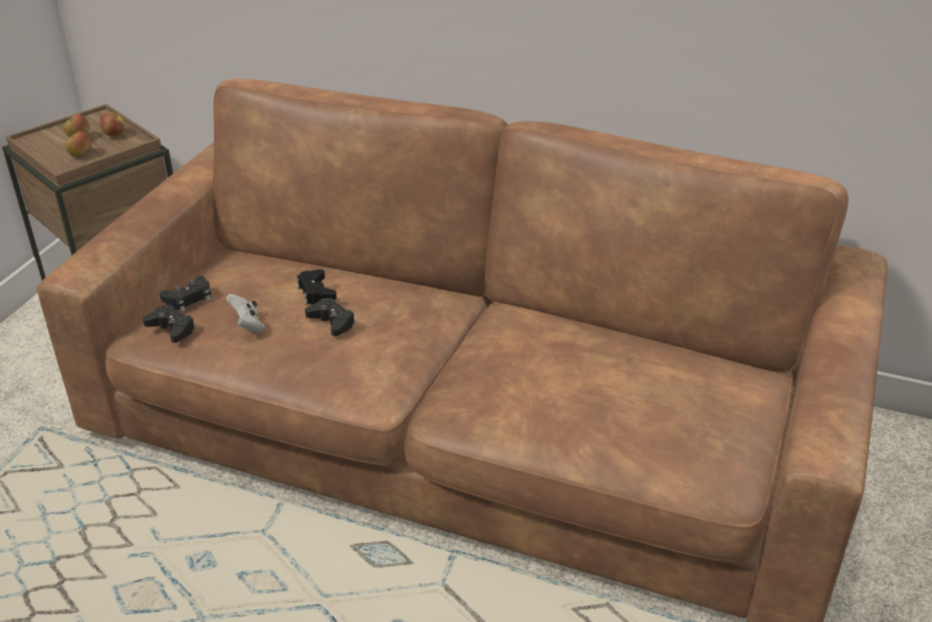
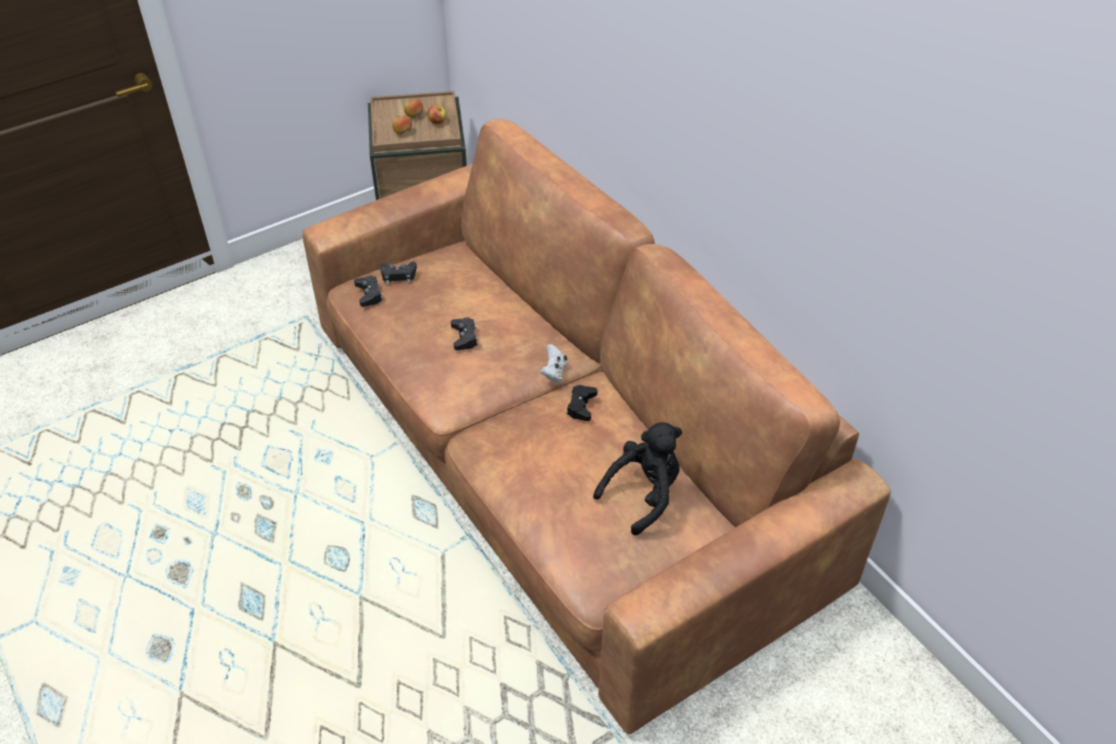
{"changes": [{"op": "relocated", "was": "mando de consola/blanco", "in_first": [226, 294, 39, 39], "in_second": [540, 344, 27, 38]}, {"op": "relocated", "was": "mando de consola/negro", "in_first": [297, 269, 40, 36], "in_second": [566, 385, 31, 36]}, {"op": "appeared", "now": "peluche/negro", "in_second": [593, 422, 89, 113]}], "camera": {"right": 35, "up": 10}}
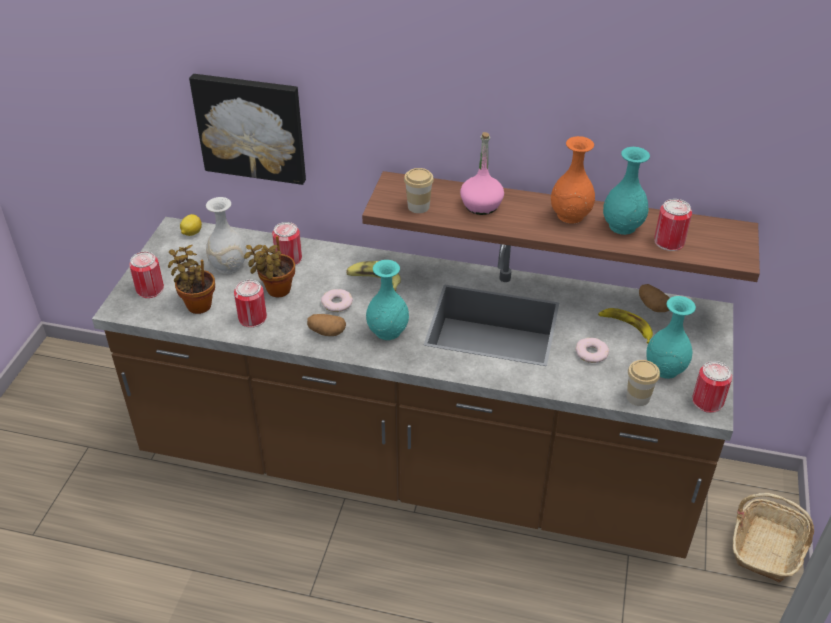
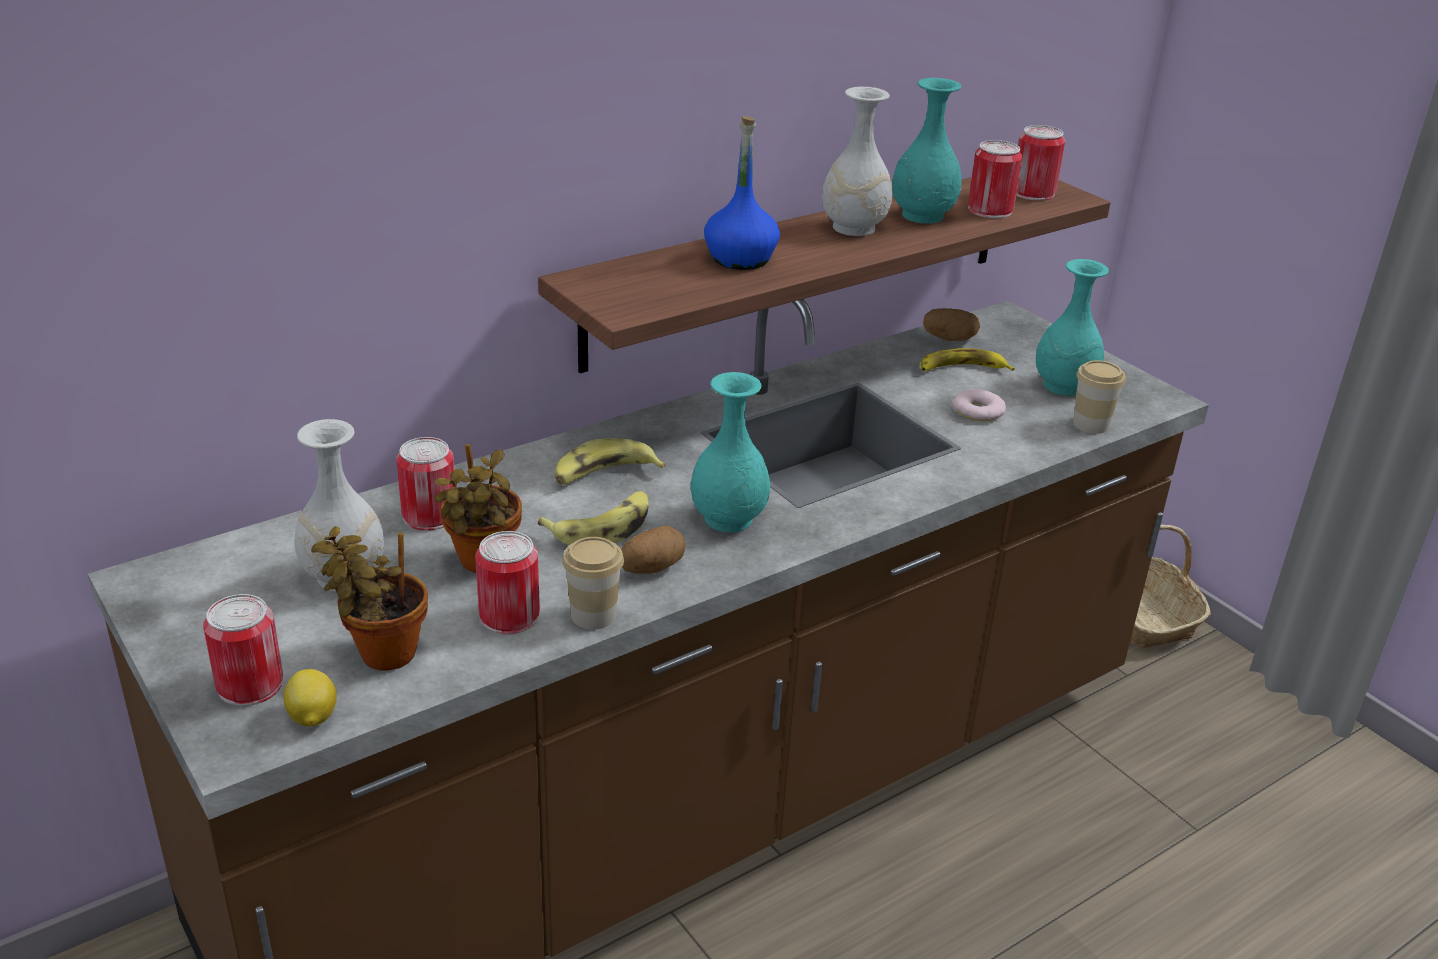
{"changes": [{"op": "relocated", "was": "limón", "in_first": [180, 214, 22, 22], "in_second": [284, 669, 53, 58]}, {"op": "exchanged", "was": "rosquilla", "now": "plátano", "in_first": [321, 289, 32, 23], "in_second": [538, 491, 111, 54]}, {"op": "relocated", "was": "taza", "in_first": [404, 168, 30, 45], "in_second": [562, 537, 62, 92]}, {"op": "colour", "was": "botella/rosa", "now": "botella/azul", "in_first": [460, 132, 44, 83], "in_second": [704, 116, 76, 154]}, {"op": "colour", "was": "florero/naranja", "now": "florero/blanco", "in_first": [551, 136, 44, 88], "in_second": [822, 87, 71, 149]}, {"op": "relocated", "was": "lata", "in_first": [693, 361, 39, 52], "in_second": [1016, 125, 49, 76]}, {"op": "missing", "was": "cuadro", "in_first": [189, 74, 117, 111]}], "camera": {"right": -50, "up": -10}}
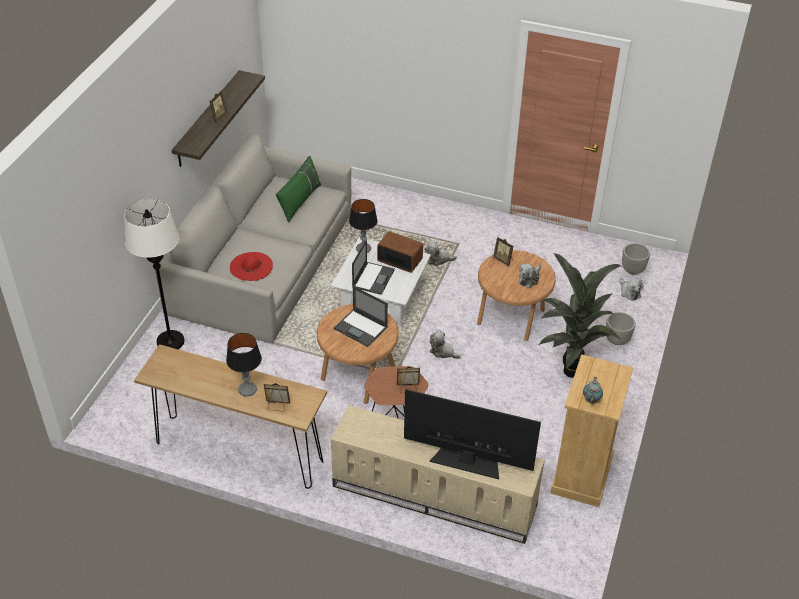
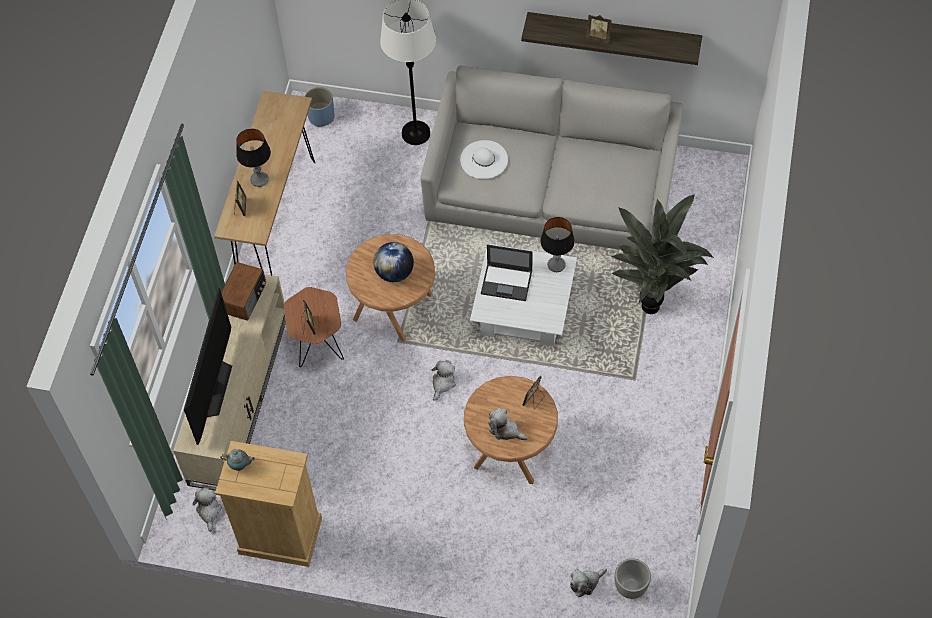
{"changes": [{"op": "relocated", "was": "peluche", "in_first": [425, 242, 32, 24], "in_second": [192, 487, 30, 45]}, {"op": "relocated", "was": "radio", "in_first": [377, 231, 46, 42], "in_second": [221, 262, 45, 59]}, {"op": "appeared", "now": "maceta/azul", "in_second": [305, 87, 29, 40]}, {"op": "exchanged", "was": "portátil", "now": "globo terráqueo", "in_first": [334, 286, 54, 61], "in_second": [373, 242, 41, 40]}, {"op": "colour", "was": "sombrero/rojo", "now": "sombrero/blanco", "in_first": [230, 252, 43, 29], "in_second": [460, 140, 48, 39]}, {"op": "relocated", "was": "planta en maceta", "in_first": [539, 253, 84, 125], "in_second": [611, 194, 103, 120]}, {"op": "missing", "was": "cojín/verde", "in_first": [276, 156, 45, 67]}, {"op": "missing", "was": "maceta/gris", "in_first": [606, 312, 29, 33]}], "camera": {"right": 85, "up": 15}}
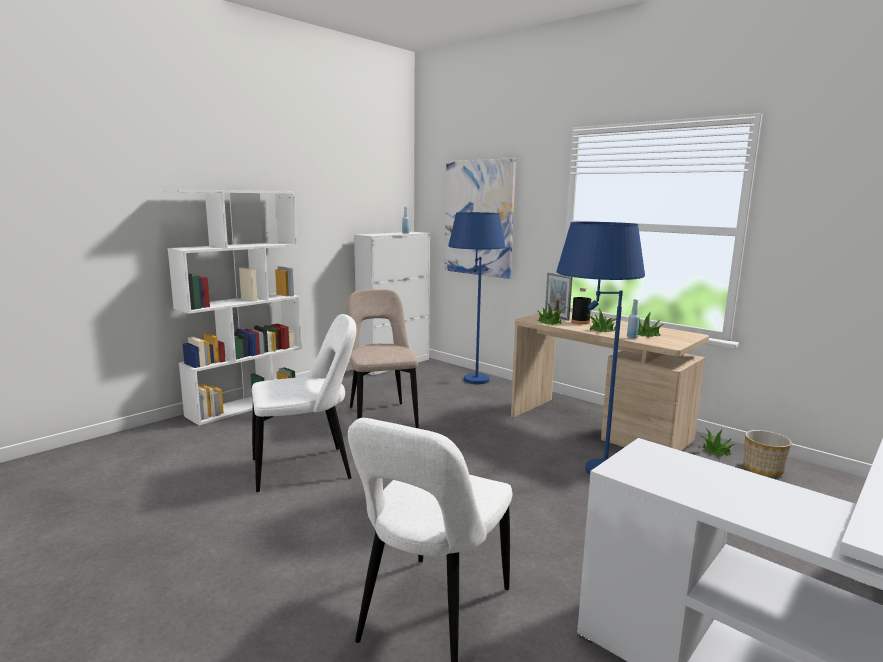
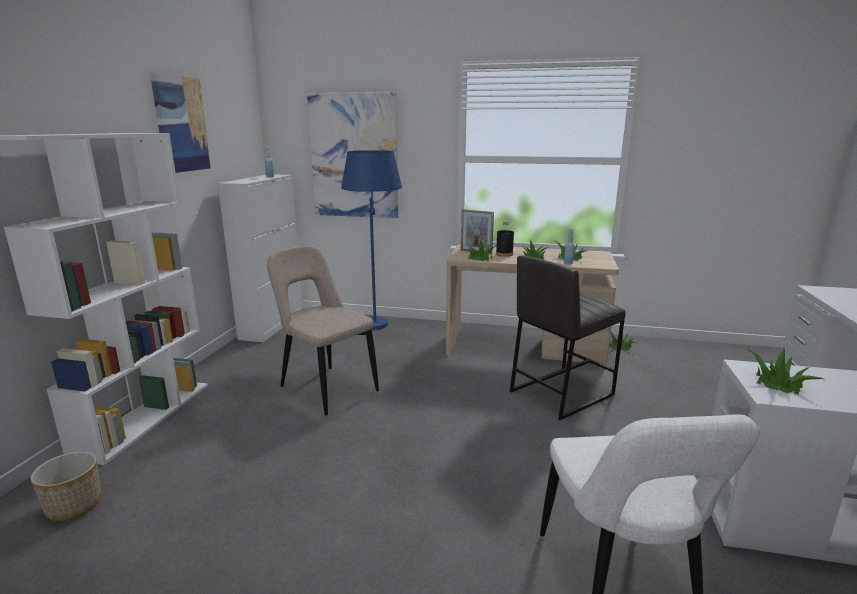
{"changes": [{"op": "relocated", "was": "maceta", "in_first": [743, 430, 49, 47], "in_second": [30, 451, 71, 70]}, {"op": "appeared", "now": "cuadro", "in_second": [150, 72, 61, 101]}, {"op": "exchanged", "was": "lámpara de pie/azul", "now": "taburete/gris", "in_first": [557, 222, 88, 253], "in_second": [510, 255, 116, 165]}, {"op": "appeared", "now": "planta en maceta", "in_second": [744, 347, 80, 47]}, {"op": "missing", "was": "silla/blanco", "in_first": [252, 314, 104, 178]}], "camera": {"right": -30, "up": 5}}
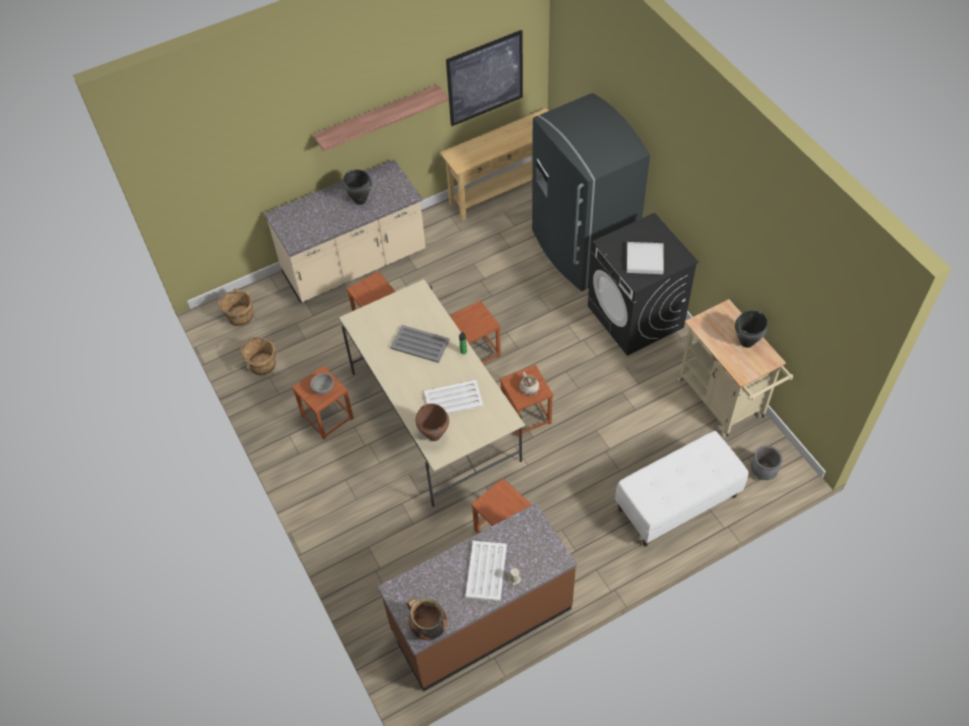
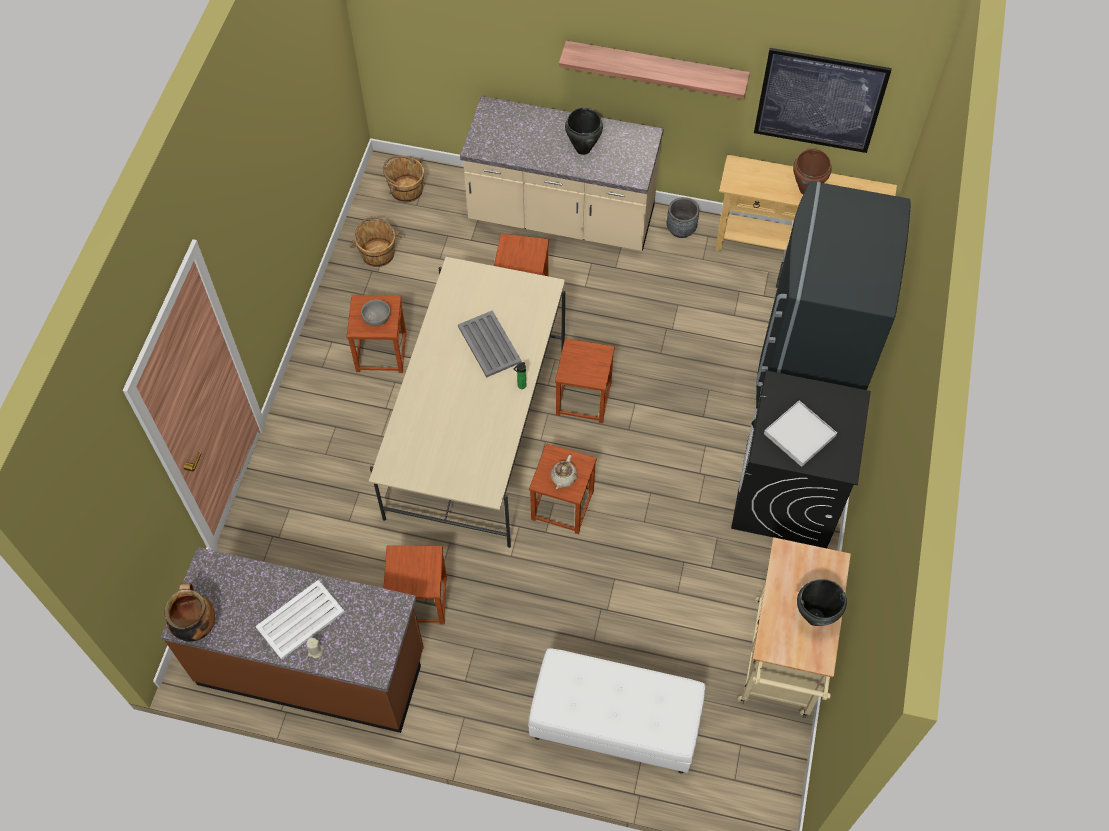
{"changes": [{"op": "relocated", "was": "maceta/gris", "in_first": [751, 446, 31, 34], "in_second": [667, 197, 32, 41]}, {"op": "relocated", "was": "olla/marrón", "in_first": [416, 403, 33, 38], "in_second": [793, 149, 39, 45]}, {"op": "missing", "was": "bandeja/blanco", "in_first": [424, 380, 59, 34]}], "camera": {"right": 40, "up": 5}}
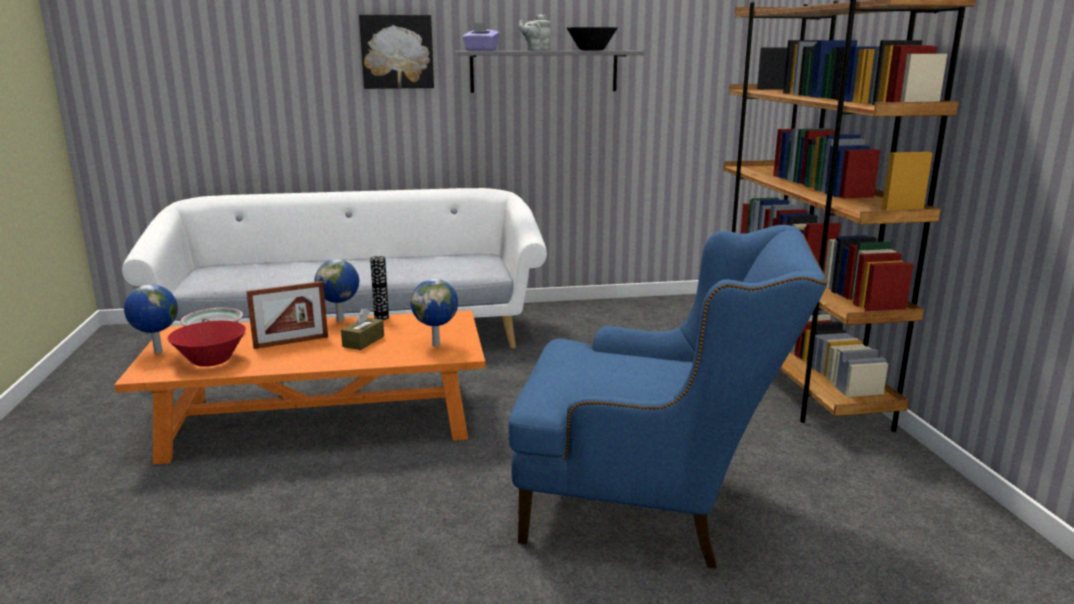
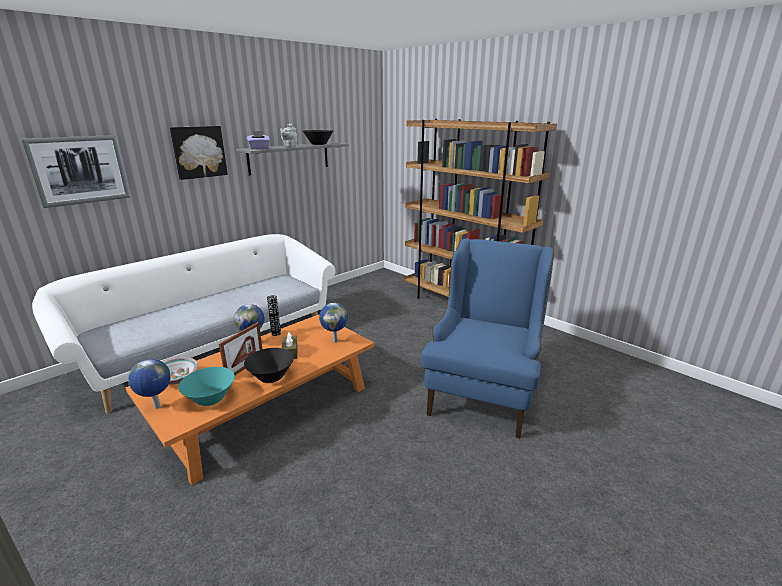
{"changes": [{"op": "appeared", "now": "cuadro", "in_second": [21, 135, 110, 73]}, {"op": "colour", "was": "cuenco/rojo", "now": "cuenco/turquesa", "in_first": [167, 321, 79, 46], "in_second": [178, 367, 57, 39]}, {"op": "appeared", "now": "cuenco/negro", "in_second": [244, 348, 50, 35]}, {"op": "spun", "was": "sillón/azul", "in_first": [508, 225, 320, 343], "in_second": [421, 238, 133, 200], "clockwise": -45}], "camera": {"right": -35, "up": 5}}
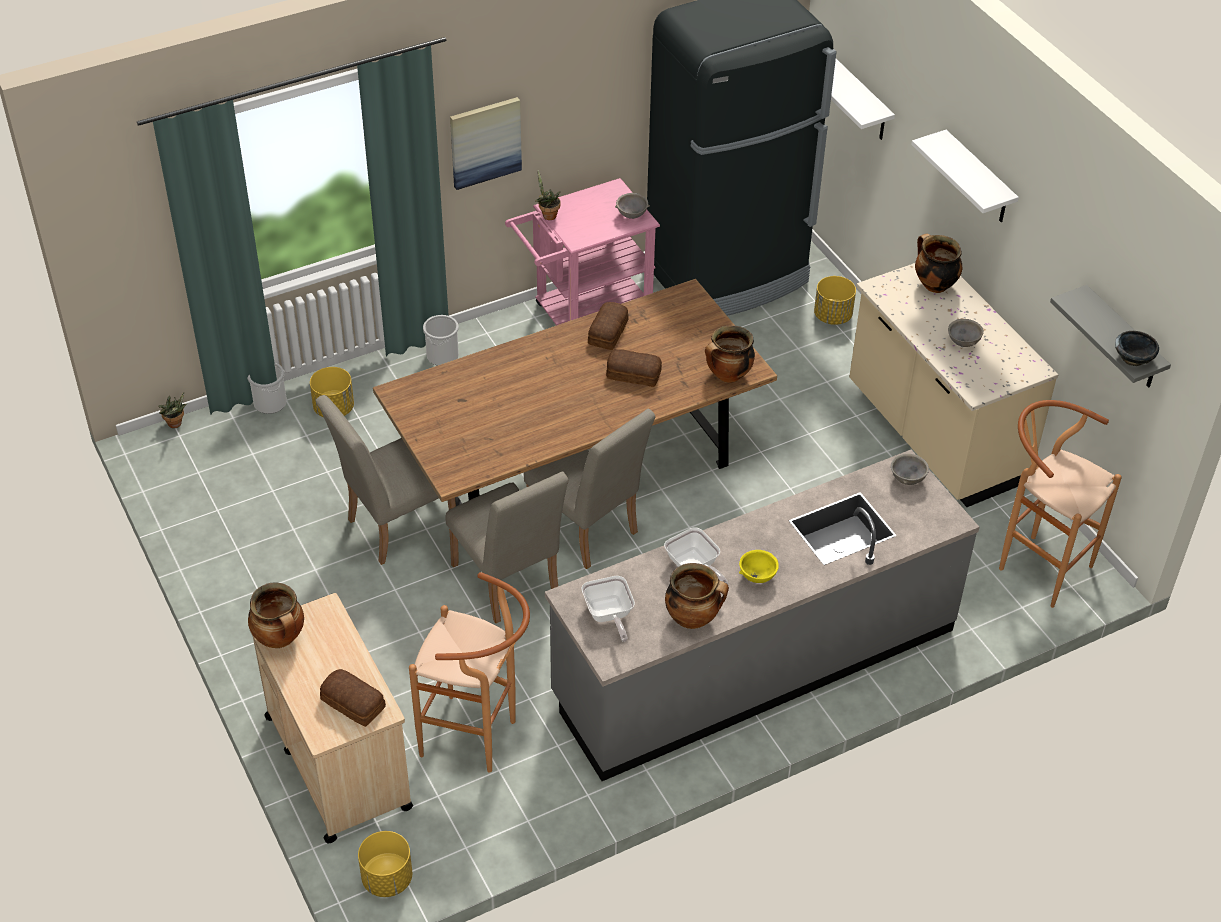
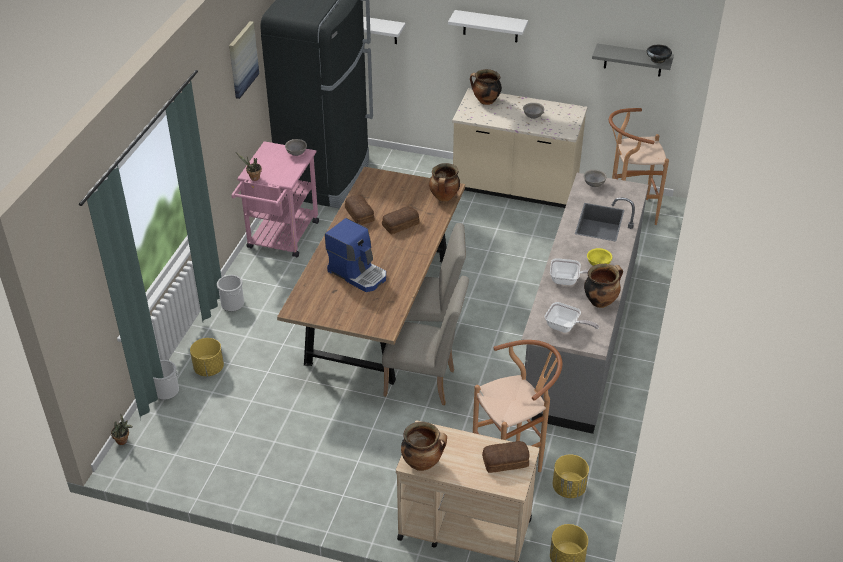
{"changes": [{"op": "relocated", "was": "cuadro", "in_first": [450, 97, 72, 93], "in_second": [229, 21, 30, 78]}, {"op": "appeared", "now": "cafetera", "in_second": [325, 218, 61, 74]}, {"op": "relocated", "was": "maceta/amarillo", "in_first": [814, 276, 42, 49], "in_second": [553, 454, 36, 44]}, {"op": "missing", "was": "silla/beis", "in_first": [315, 395, 141, 170]}], "camera": {"right": -45, "up": -5}}
